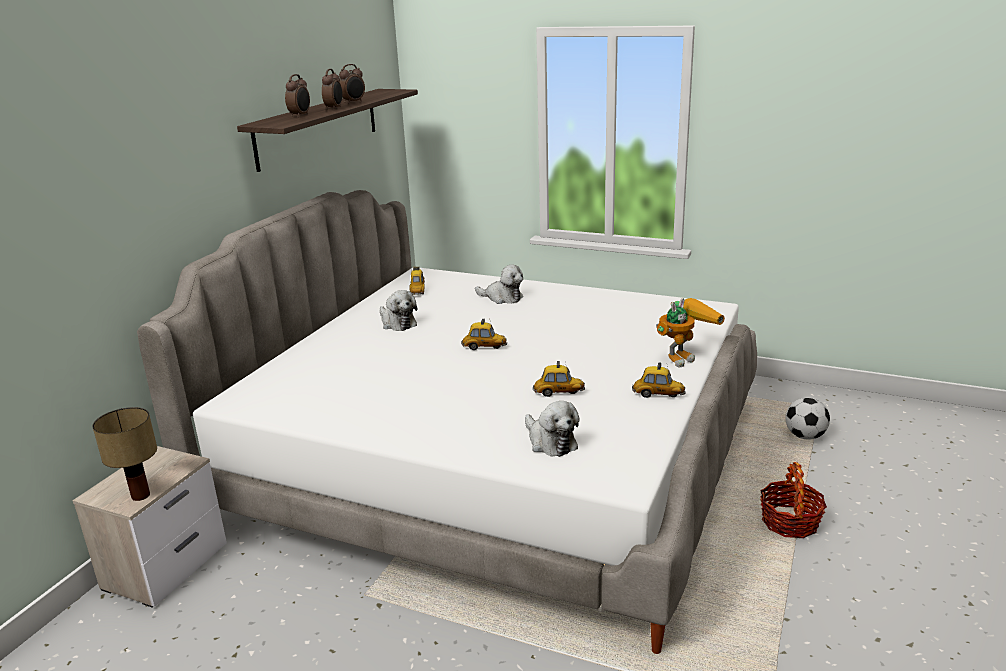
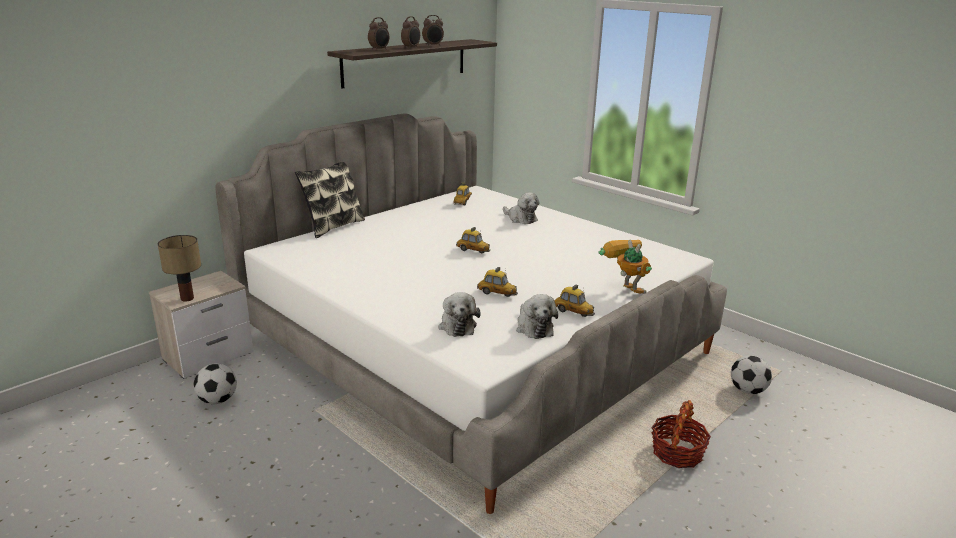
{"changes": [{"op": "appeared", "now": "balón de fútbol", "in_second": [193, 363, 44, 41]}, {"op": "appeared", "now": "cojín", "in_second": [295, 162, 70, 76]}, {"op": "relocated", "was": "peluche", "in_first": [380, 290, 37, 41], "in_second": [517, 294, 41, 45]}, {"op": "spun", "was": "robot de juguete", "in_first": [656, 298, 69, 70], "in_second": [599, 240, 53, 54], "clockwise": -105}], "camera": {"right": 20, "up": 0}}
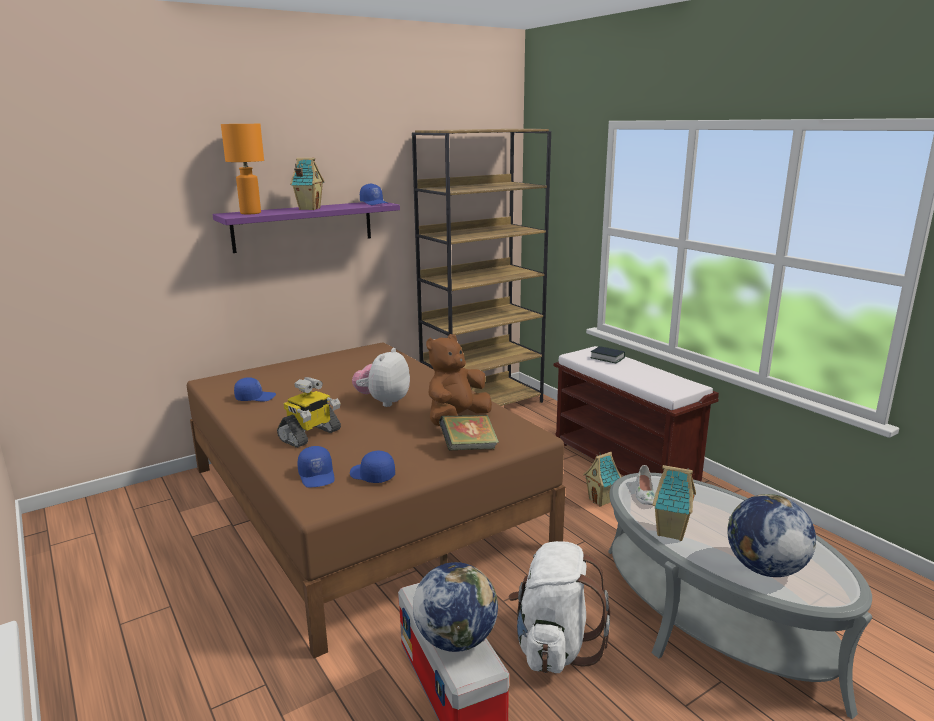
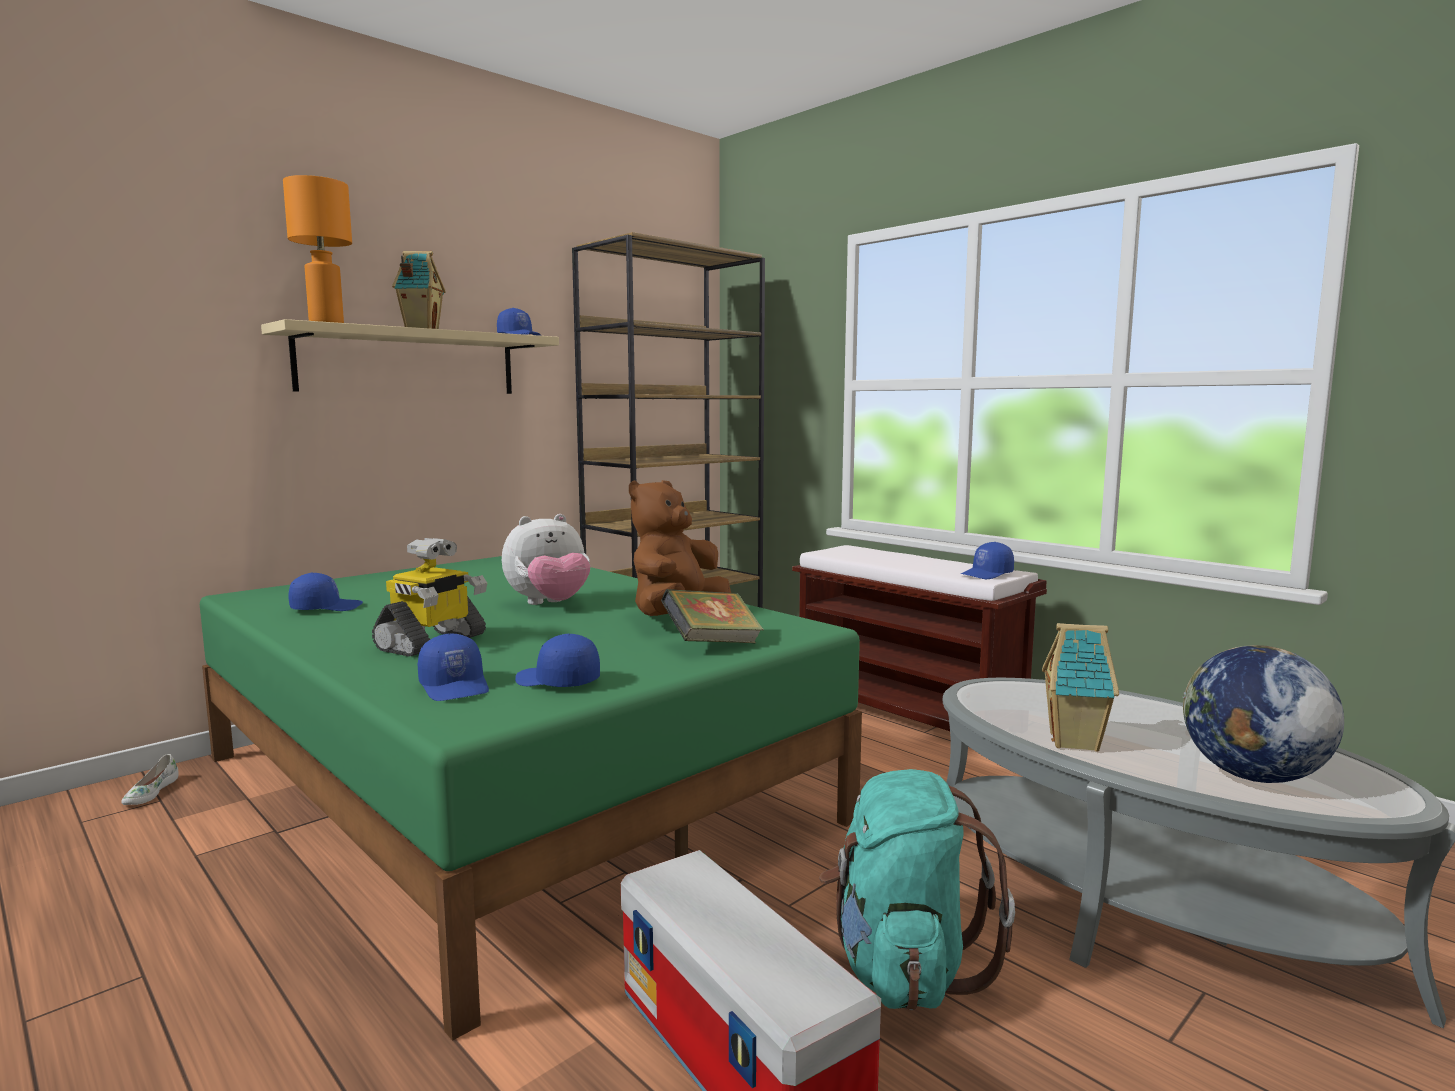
{"changes": [{"op": "relocated", "was": "zapato/blanco", "in_first": [635, 465, 20, 40], "in_second": [121, 754, 58, 51]}, {"op": "colour", "was": "cama/marrón", "now": "cama/verde", "in_first": [187, 342, 378, 316], "in_second": [200, 556, 662, 485]}, {"op": "colour", "was": "estante/morado", "now": "estante/beis", "in_first": [212, 202, 188, 51], "in_second": [261, 319, 298, 75]}, {"op": "spun", "was": "peluche", "in_first": [352, 348, 58, 59], "in_second": [502, 514, 89, 91], "clockwise": -135}, {"op": "colour", "was": "mochila/blanco", "now": "mochila/turquesa", "in_first": [508, 541, 102, 132], "in_second": [819, 769, 196, 241]}, {"op": "appeared", "now": "gorra/azul", "in_second": [961, 542, 53, 37]}, {"op": "missing", "was": "globo terráqueo", "in_first": [413, 562, 85, 90]}, {"op": "missing", "was": "casita", "in_first": [583, 452, 38, 55]}, {"op": "missing", "was": "libro", "in_first": [590, 346, 35, 17]}], "camera": {"right": -10, "up": -10}}
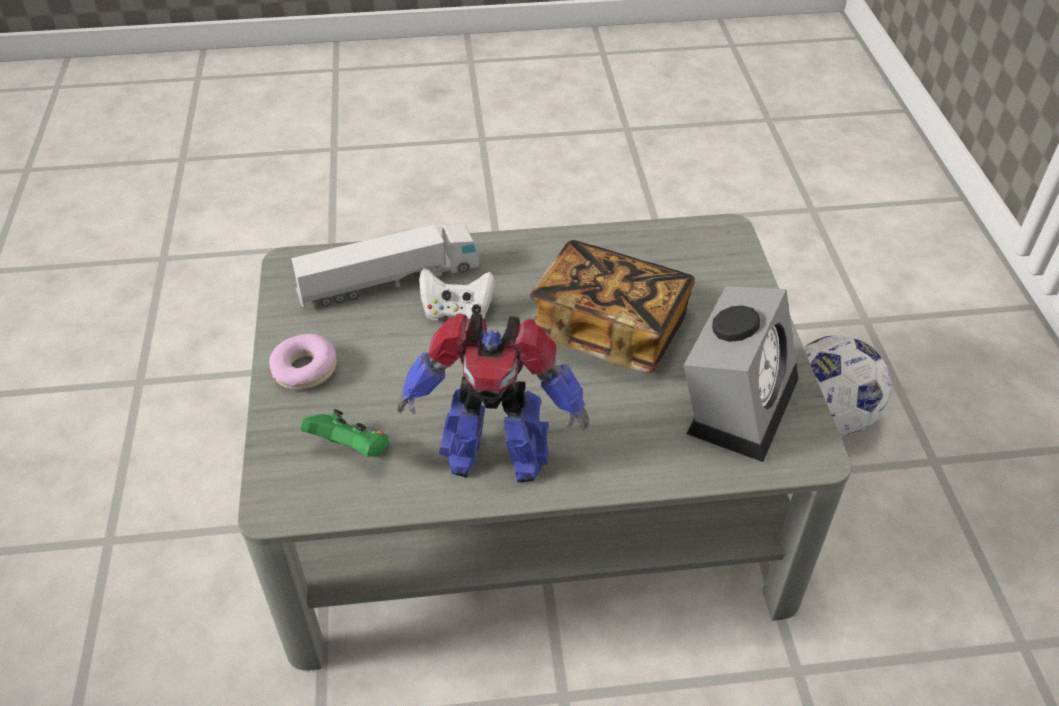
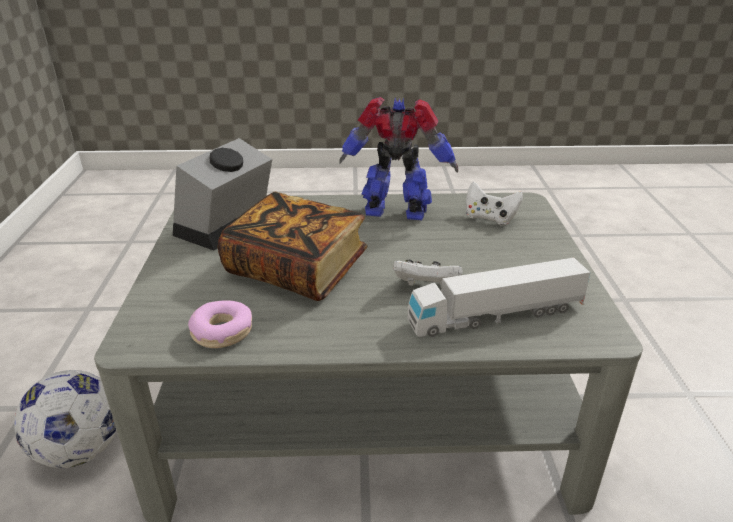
{"changes": [{"op": "relocated", "was": "rosquilla", "in_first": [269, 334, 68, 56], "in_second": [188, 300, 64, 48]}, {"op": "colour", "was": "mando de consola/verde", "now": "mando de consola/blanco", "in_first": [301, 409, 88, 48], "in_second": [466, 182, 57, 43]}], "camera": {"right": -175, "up": -15}}
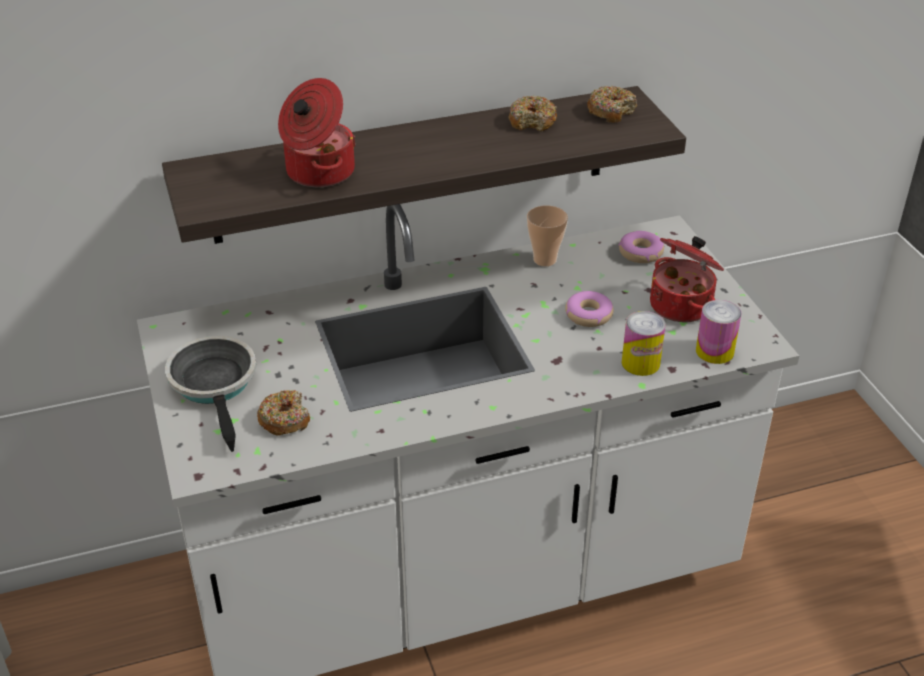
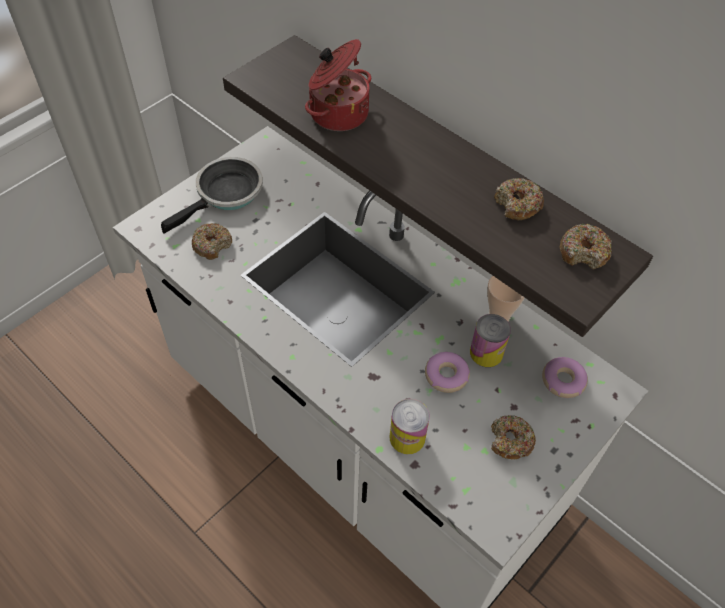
{"changes": [{"op": "relocated", "was": "lata", "in_first": [696, 300, 46, 64], "in_second": [470, 314, 41, 53]}, {"op": "exchanged", "was": "olla", "now": "rosquilla", "in_first": [650, 236, 74, 86], "in_second": [491, 415, 45, 45]}], "camera": {"right": 60, "up": 15}}
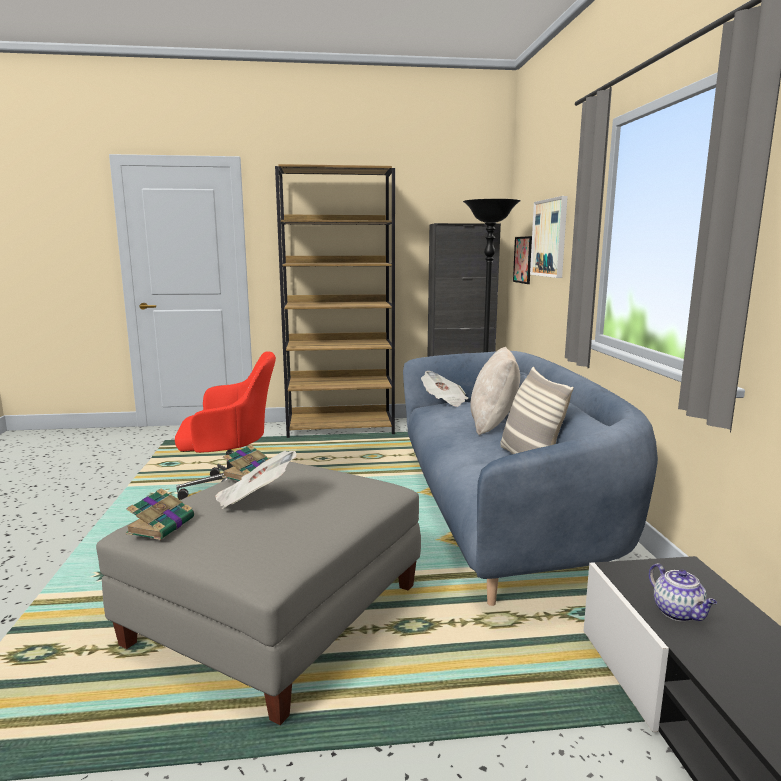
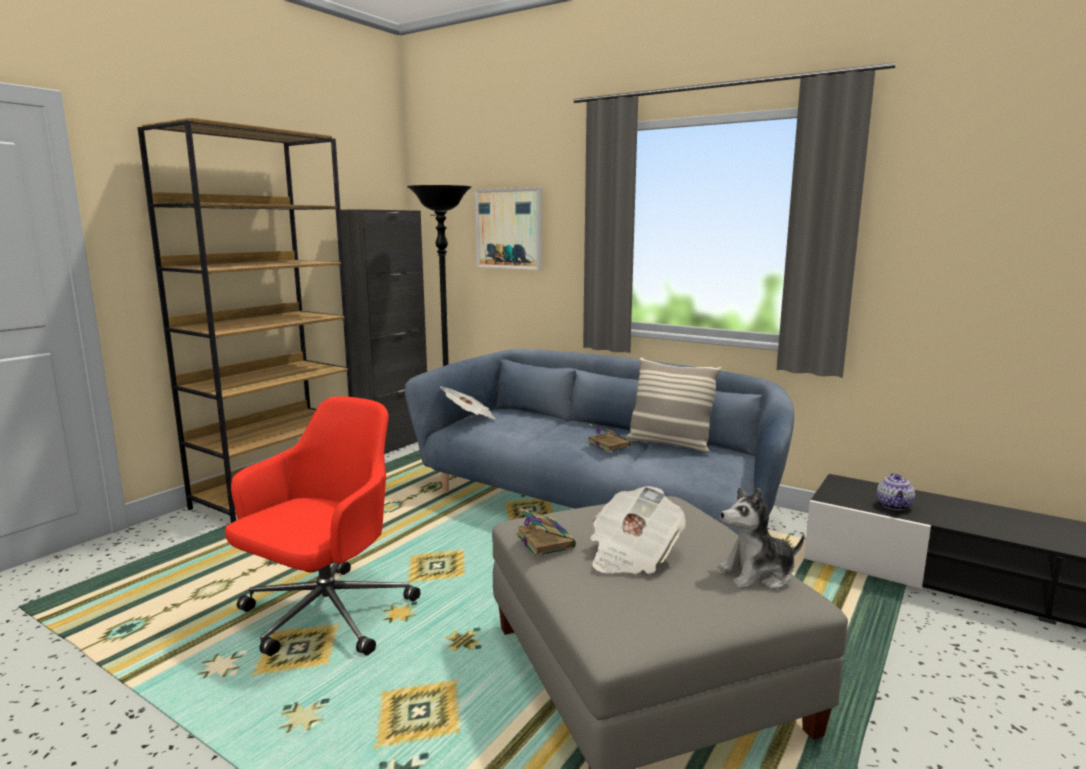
{"changes": [{"op": "relocated", "was": "libro", "in_first": [126, 488, 68, 52], "in_second": [587, 424, 45, 28]}, {"op": "appeared", "now": "peluche", "in_second": [718, 487, 86, 103]}, {"op": "spun", "was": "tetera", "in_first": [649, 563, 68, 59], "in_second": [877, 473, 38, 37], "clockwise": 90}, {"op": "missing", "was": "cojín/beis", "in_first": [470, 347, 50, 88]}, {"op": "missing", "was": "cuadro", "in_first": [513, 236, 19, 48]}], "camera": {"right": -50, "up": 0}}
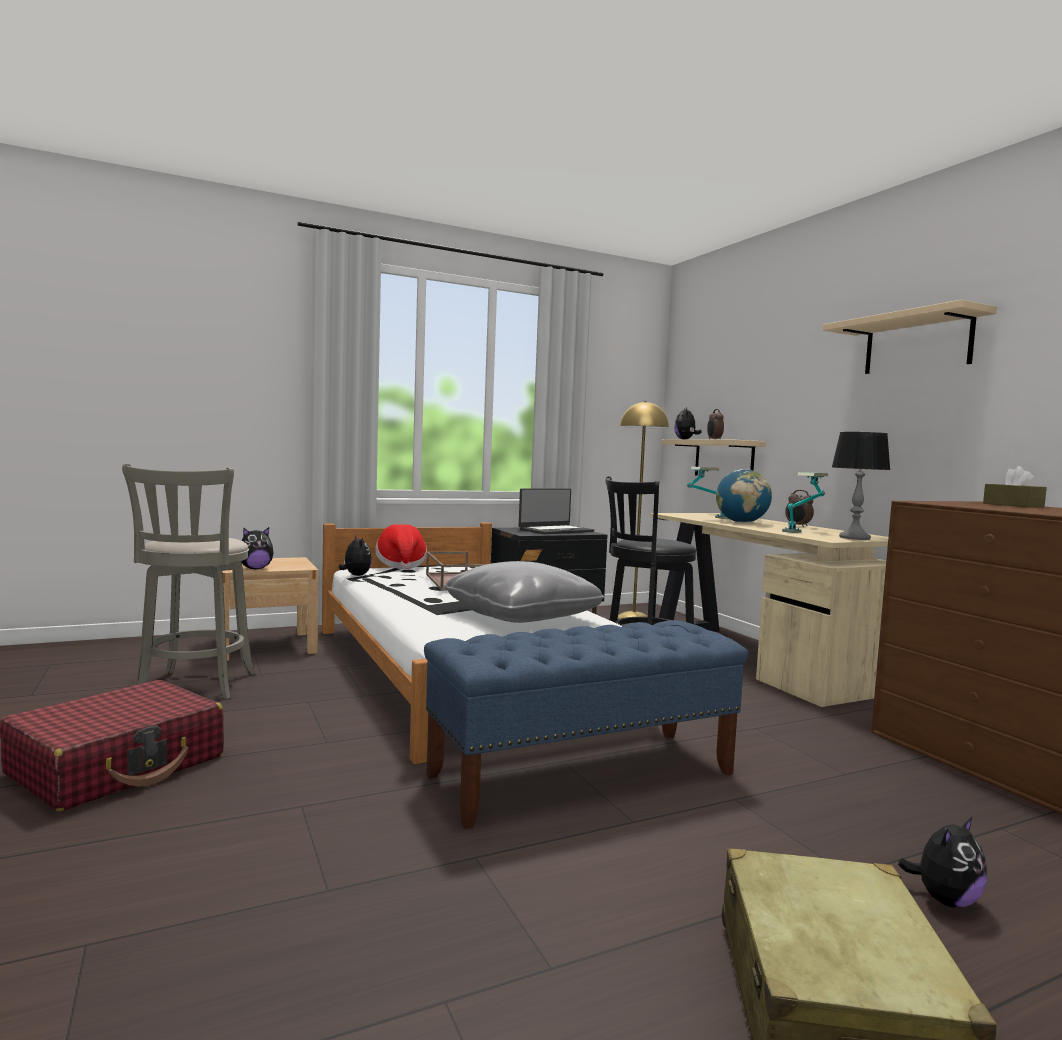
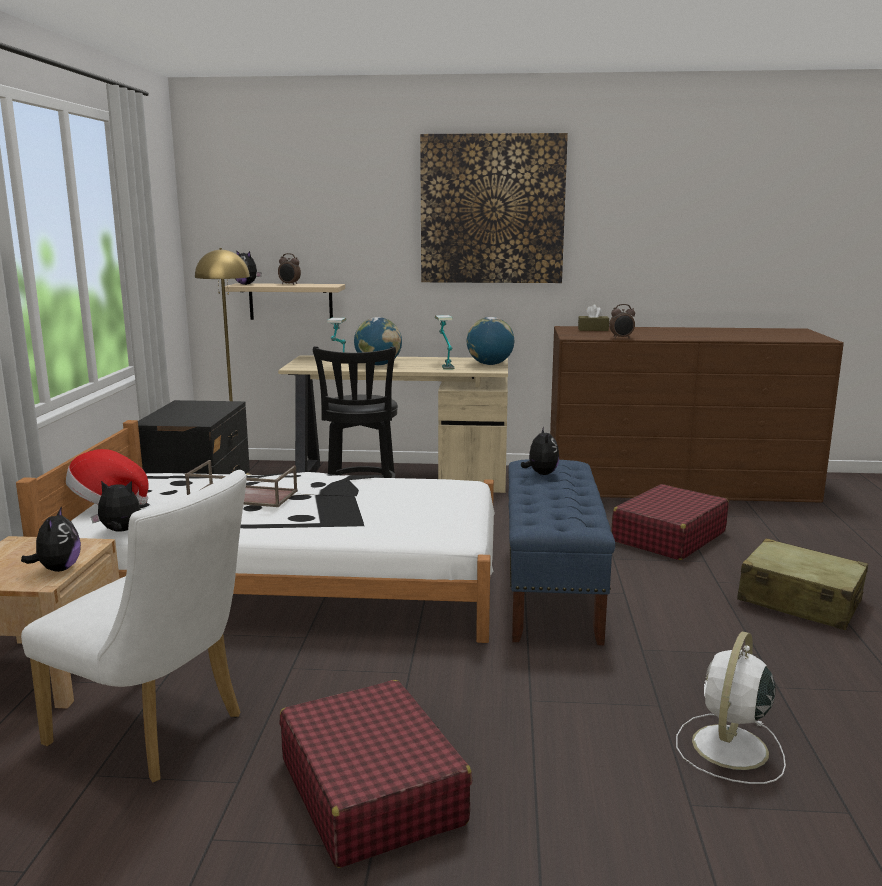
{"changes": [{"op": "exchanged", "was": "taburete/gris", "now": "silla/blanco", "in_first": [122, 464, 134, 236], "in_second": [21, 470, 226, 312]}, {"op": "exchanged", "was": "estante/beis", "now": "cuadro", "in_first": [822, 300, 175, 74], "in_second": [420, 133, 148, 150]}, {"op": "exchanged", "was": "lámpara de mesa", "now": "globo terráqueo", "in_first": [831, 432, 60, 108], "in_second": [467, 317, 47, 48]}, {"op": "relocated", "was": "peluche", "in_first": [898, 816, 89, 92], "in_second": [521, 427, 38, 48]}, {"op": "relocated", "was": "despertador", "in_first": [785, 490, 29, 37], "in_second": [609, 304, 26, 35]}, {"op": "appeared", "now": "maleta/rojo", "in_second": [611, 484, 118, 76]}, {"op": "appeared", "now": "ventilador/blanco", "in_second": [676, 631, 110, 153]}, {"op": "missing", "was": "cojín/gris", "in_first": [444, 561, 161, 62]}, {"op": "missing", "was": "portátil", "in_first": [519, 488, 75, 46]}], "camera": {"right": -60, "up": 10}}
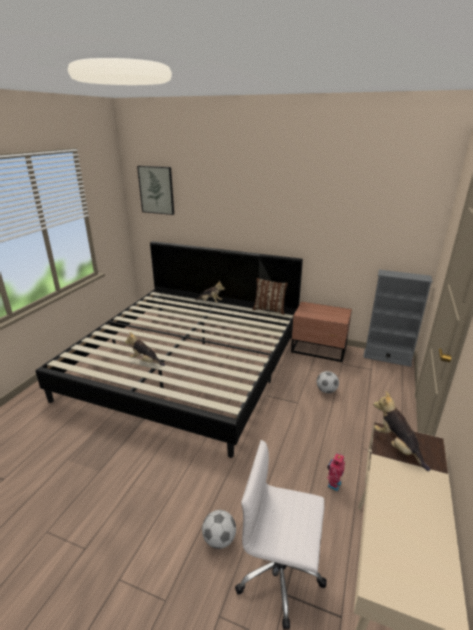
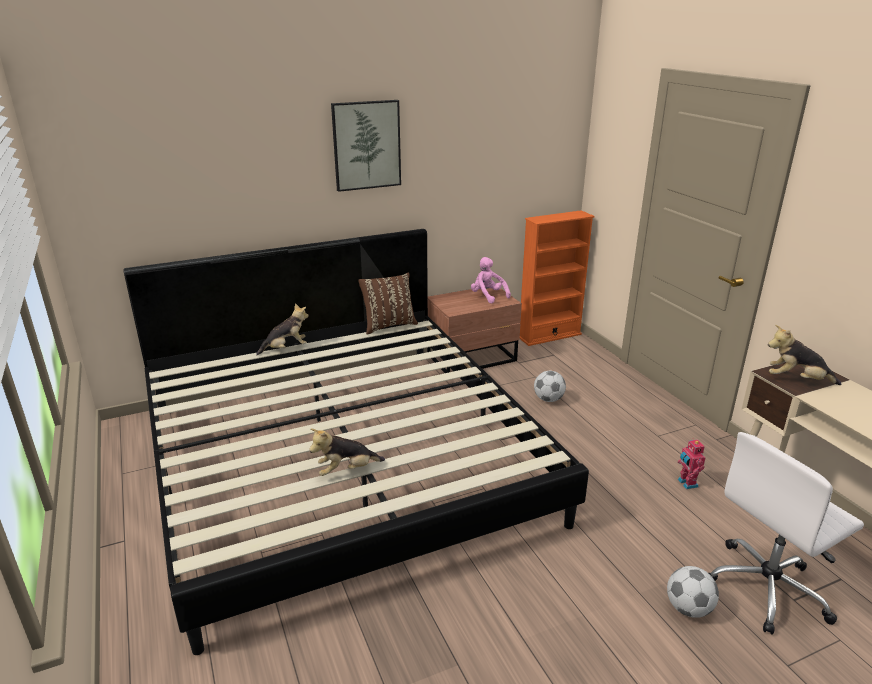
{"changes": [{"op": "relocated", "was": "cuadro", "in_first": [137, 166, 37, 49], "in_second": [331, 100, 70, 92]}, {"op": "appeared", "now": "peluche/rosa", "in_second": [471, 257, 40, 46]}, {"op": "colour", "was": "estantería/gris", "now": "estantería/naranja", "in_first": [363, 270, 70, 97], "in_second": [520, 210, 75, 136]}], "camera": {"right": -45, "up": 0}}
